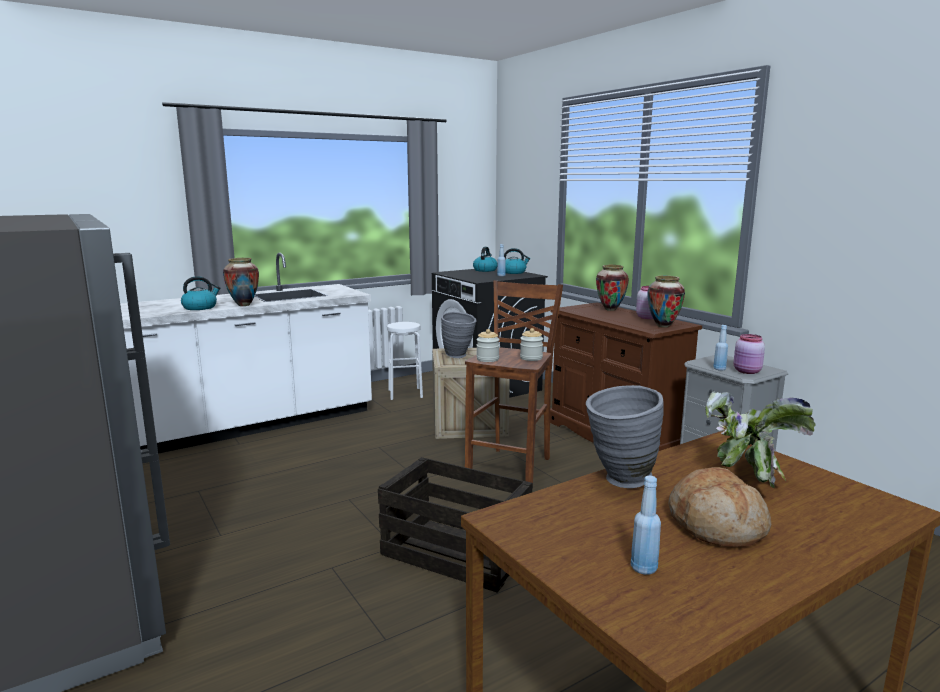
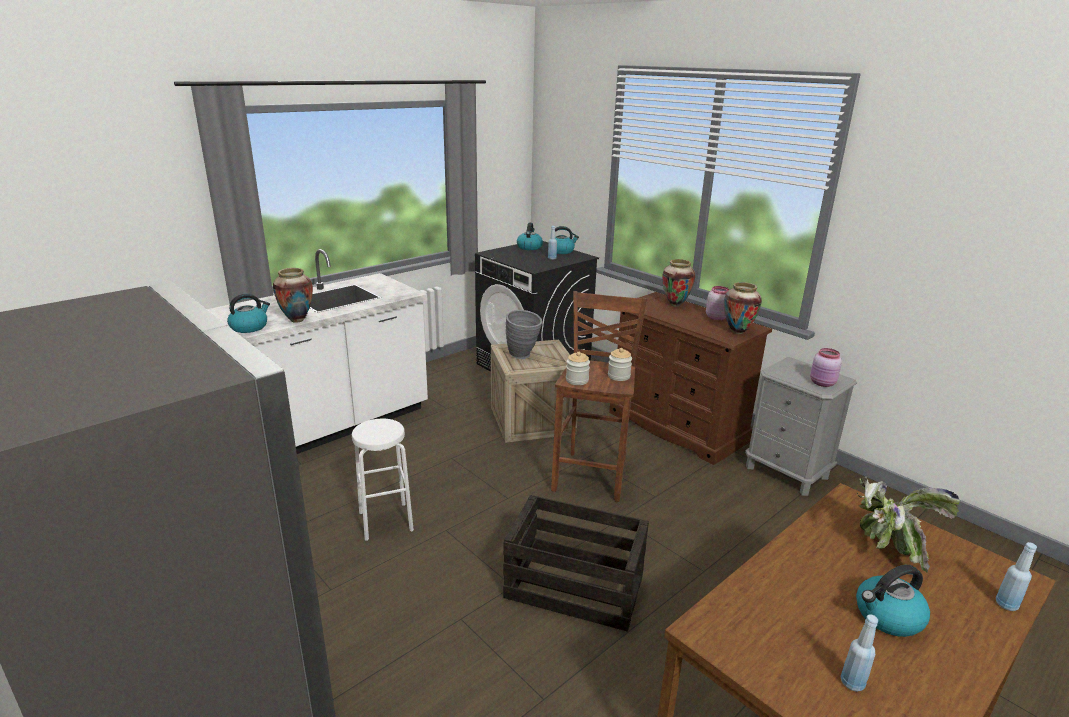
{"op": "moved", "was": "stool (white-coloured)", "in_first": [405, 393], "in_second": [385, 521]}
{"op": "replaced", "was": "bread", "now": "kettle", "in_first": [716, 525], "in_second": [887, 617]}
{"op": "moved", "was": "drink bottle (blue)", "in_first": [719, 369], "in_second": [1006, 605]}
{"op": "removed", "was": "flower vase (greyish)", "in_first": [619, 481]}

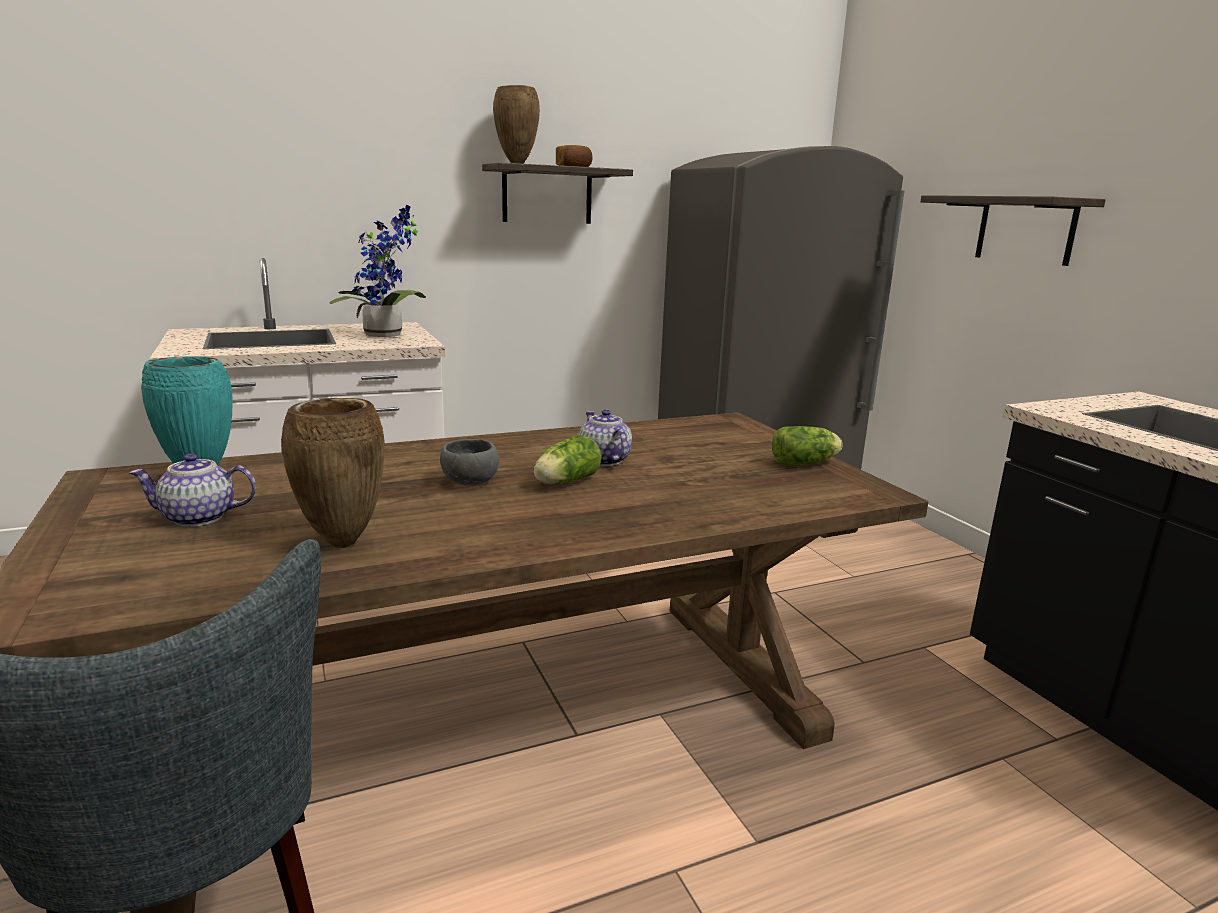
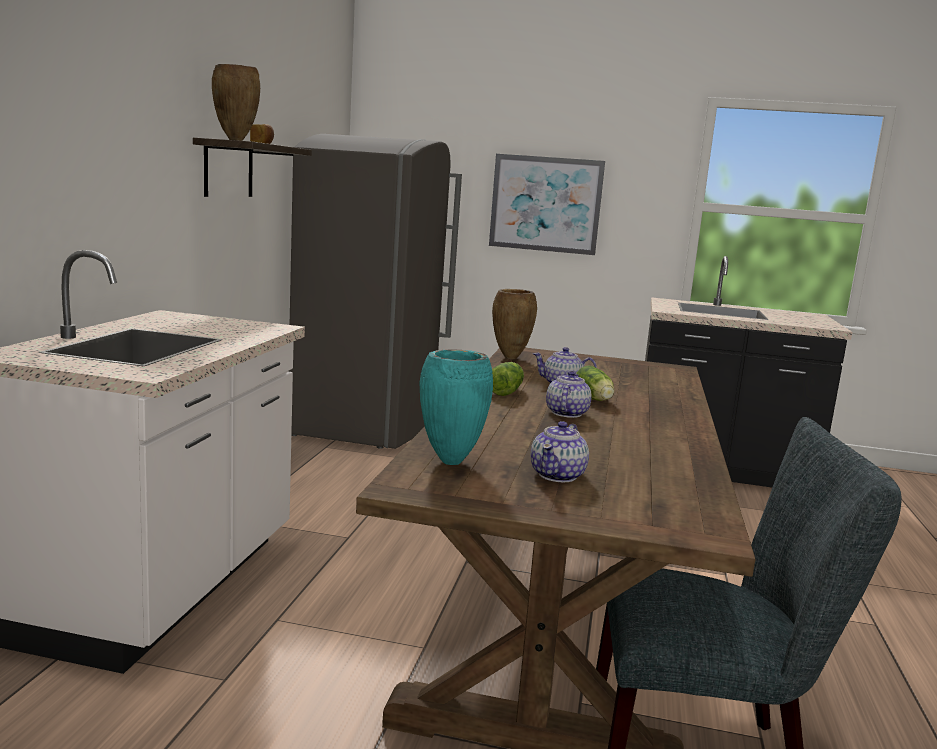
{"op": "replaced", "was": "shelf", "now": "wall art", "in_first": [1025, 230], "in_second": [545, 204]}
{"op": "moved", "was": "flower vase (brown)", "in_first": [341, 542], "in_second": [509, 358]}
{"op": "moved", "was": "lettuce head", "in_first": [806, 463], "in_second": [507, 391]}
{"op": "replaced", "was": "deep dish (greyish)", "now": "teapot", "in_first": [468, 482], "in_second": [566, 413]}
{"op": "removed", "was": "potted plant", "in_first": [387, 335]}

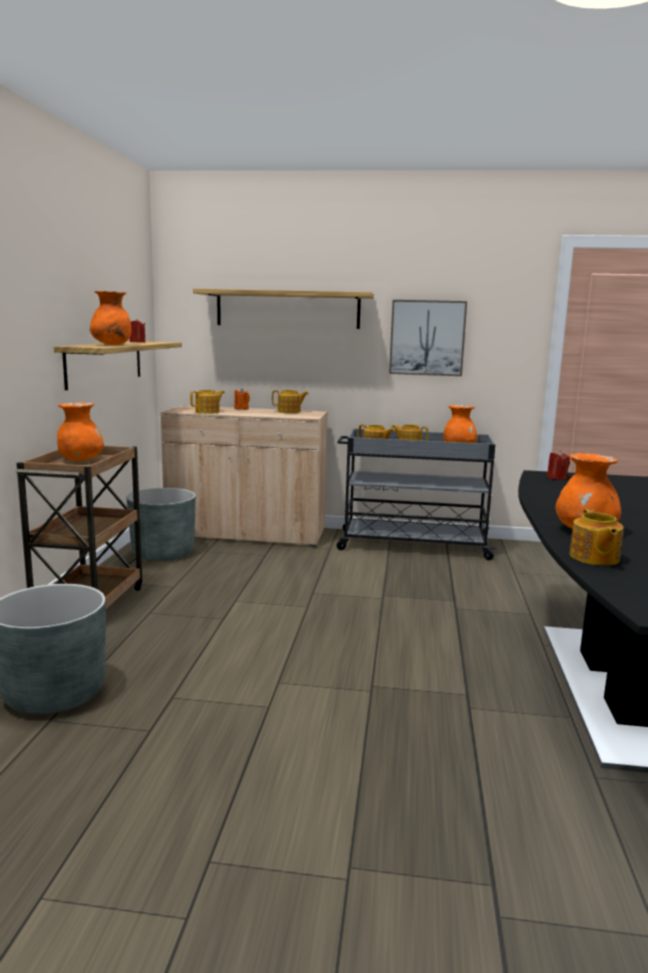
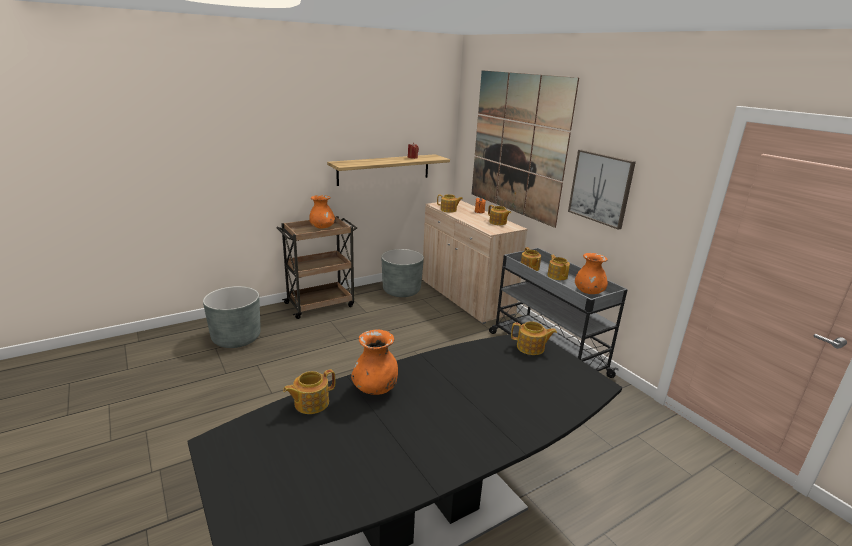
{"op": "replaced", "was": "shelf", "now": "wall art", "in_first": [288, 309], "in_second": [517, 145]}
{"op": "replaced", "was": "wax candle (red-coloured)", "now": "teapot", "in_first": [557, 477], "in_second": [531, 348]}
{"op": "removed", "was": "flower vase (orangey)", "in_first": [112, 345]}

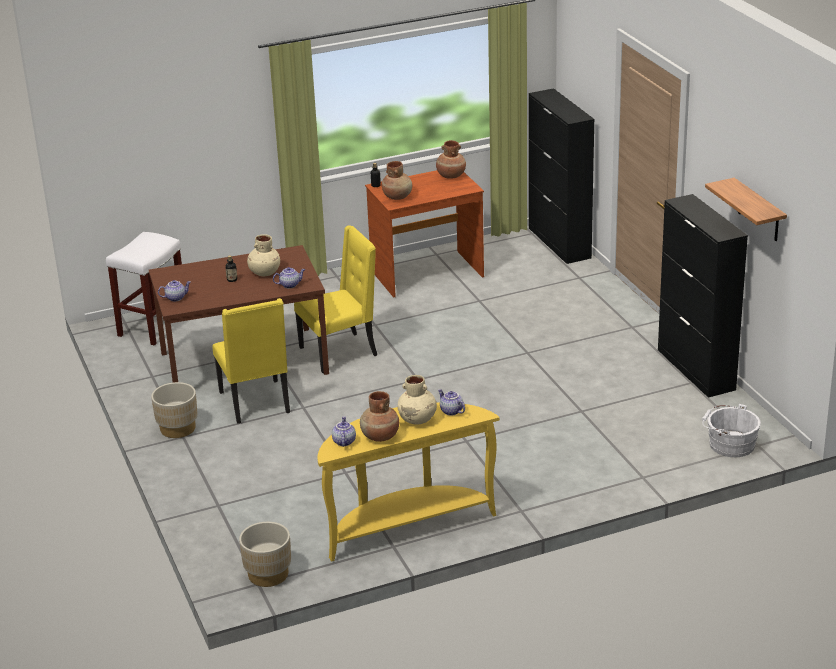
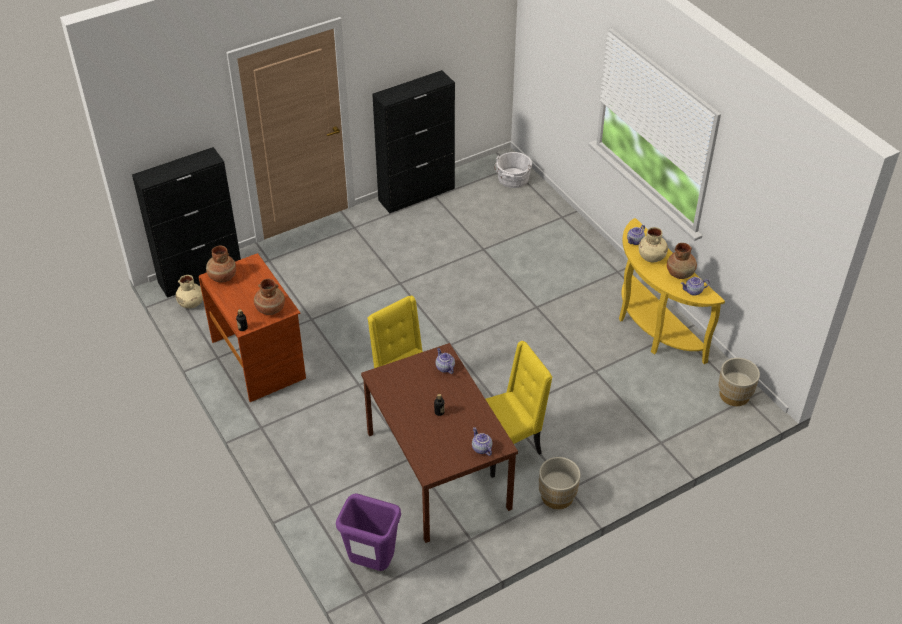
{"op": "moved", "was": "flower vase (beige)", "in_first": [264, 272], "in_second": [191, 303]}
{"op": "replaced", "was": "stool (white-coloured)", "now": "waste bin (purple)", "in_first": [153, 326], "in_second": [371, 563]}
{"op": "removed", "was": "shelf", "in_first": [758, 211]}

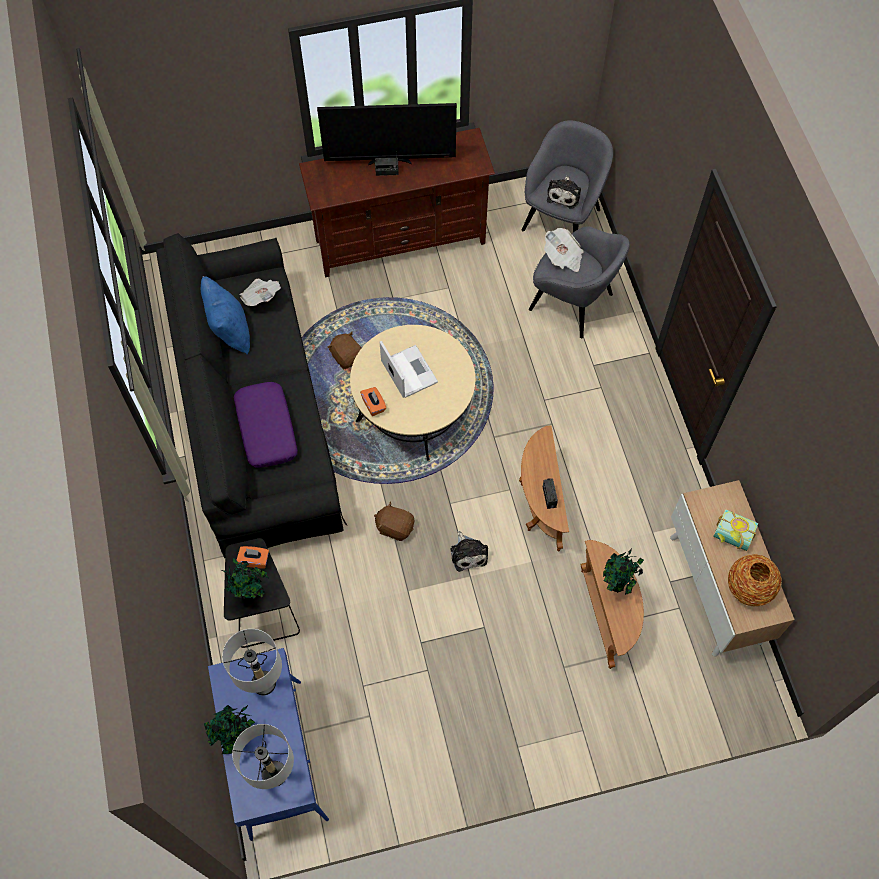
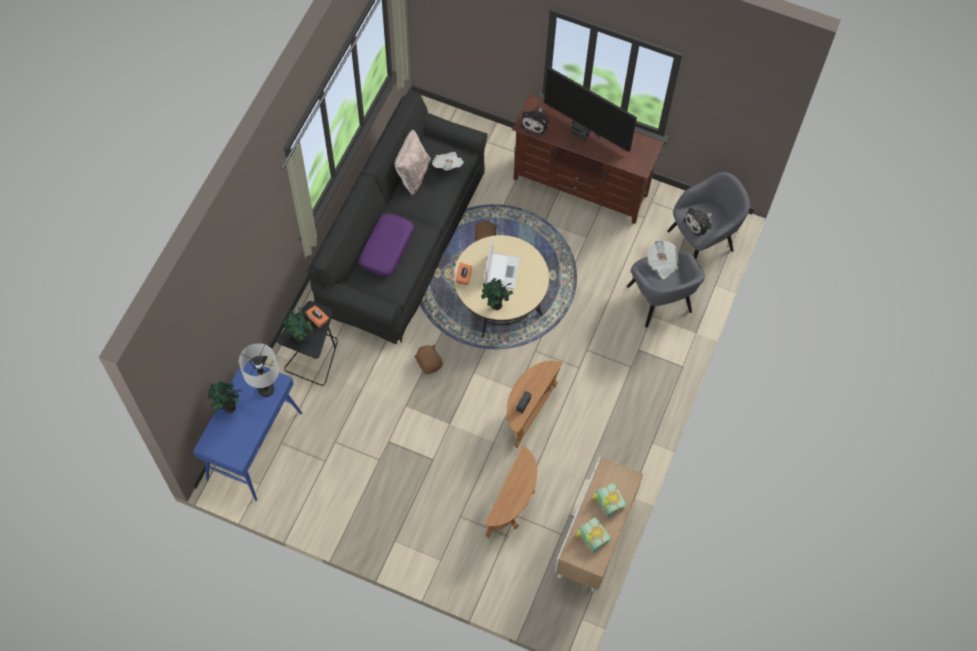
{"op": "recoloured", "was": "pillow (blue)", "now": "pillow (beige)", "in_first": [229, 331], "in_second": [413, 174]}
{"op": "moved", "was": "potted plant", "in_first": [616, 586], "in_second": [496, 306]}
{"op": "moved", "was": "cuddly toy", "in_first": [468, 553], "in_second": [536, 122]}
{"op": "replaced", "was": "flower vase", "now": "bound book", "in_first": [748, 587], "in_second": [590, 539]}
{"op": "removed", "was": "tabletop lamp (greyish)", "in_first": [275, 774]}

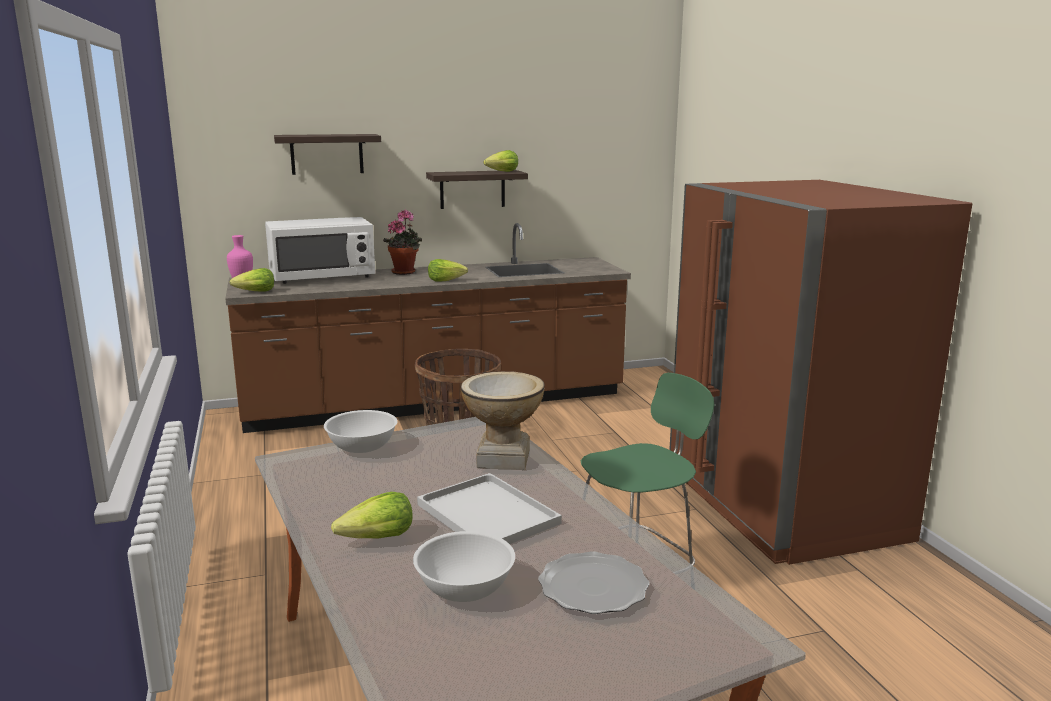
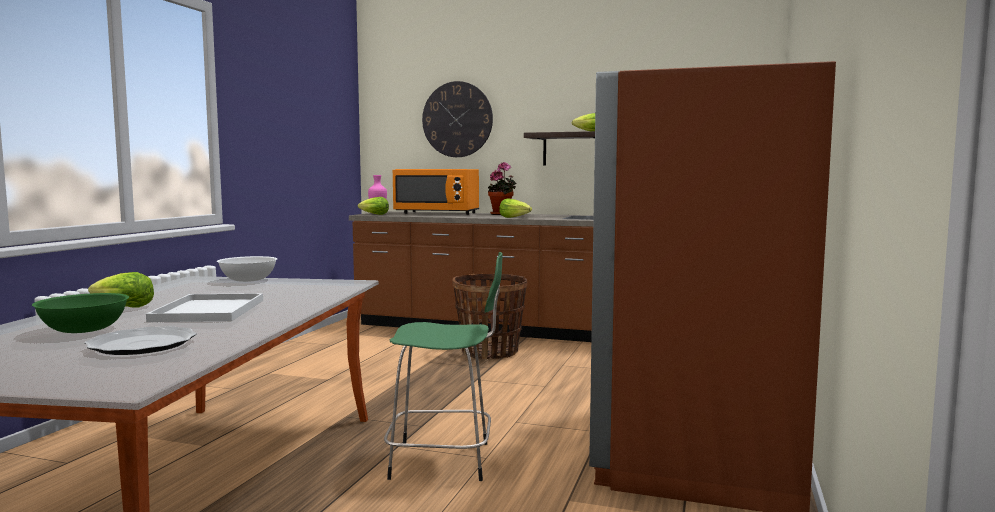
{"op": "recoloured", "was": "deep dish (white-coloured)", "now": "deep dish (green-coloured)", "in_first": [465, 589], "in_second": [84, 330]}
{"op": "recoloured", "was": "microwave oven (white-coloured)", "now": "microwave oven (orangey)", "in_first": [323, 278], "in_second": [437, 213]}
{"op": "replaced", "was": "shelf", "now": "clock on the wall", "in_first": [327, 154], "in_second": [457, 119]}
{"op": "removed", "was": "flower vase", "in_first": [503, 459]}

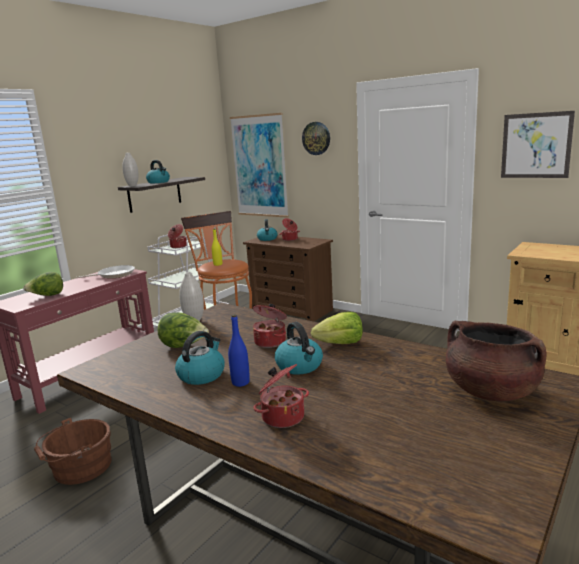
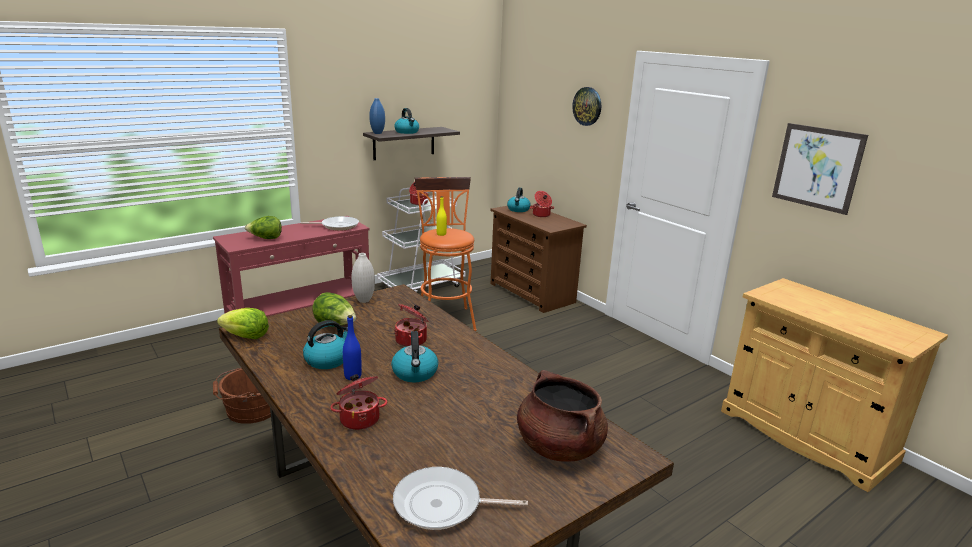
{"op": "moved", "was": "lettuce head", "in_first": [340, 343], "in_second": [246, 336]}
{"op": "recoloured", "was": "flower vase (white-coloured)", "now": "flower vase (blue)", "in_first": [132, 185], "in_second": [377, 133]}
{"op": "added", "now": "pan", "in_second": [442, 505]}
{"op": "removed", "was": "wall art", "in_first": [259, 166]}

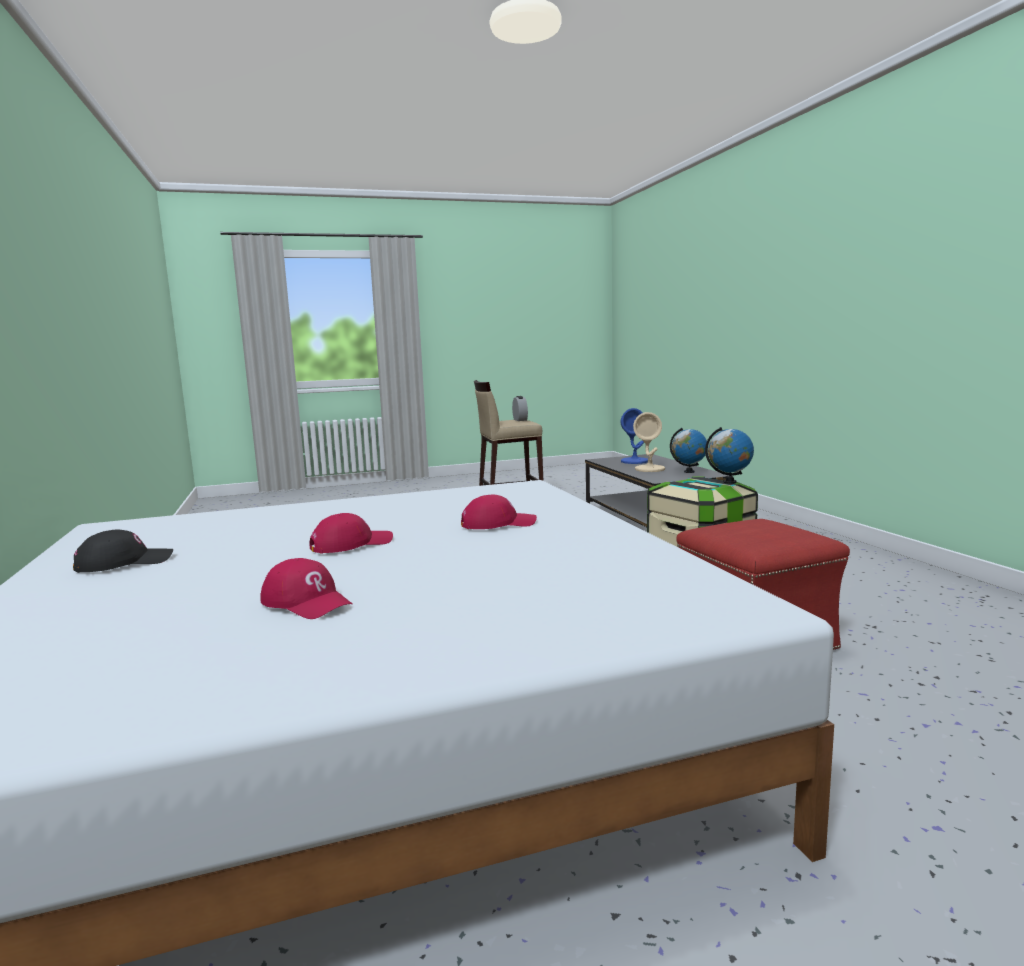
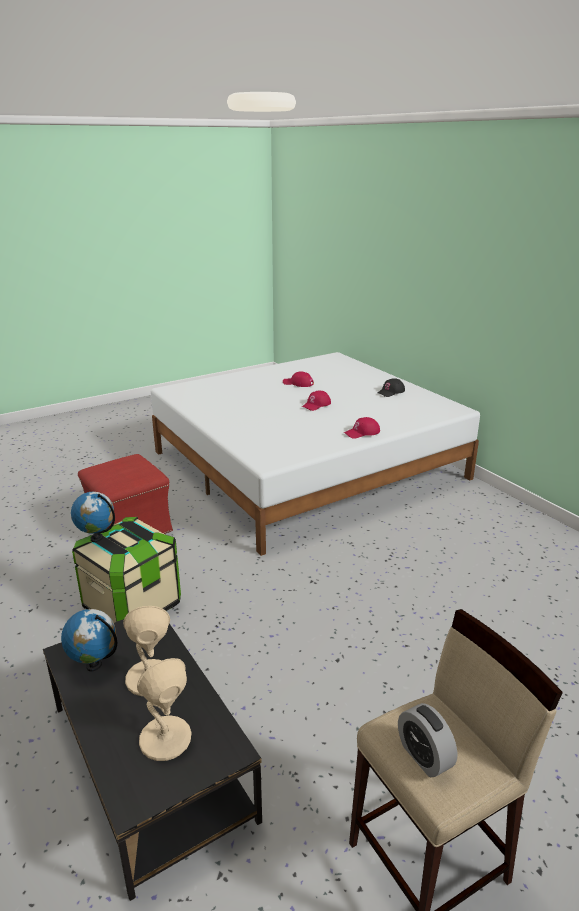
{"op": "recoloured", "was": "tabletop lamp (blue)", "now": "tabletop lamp (beige)", "in_first": [634, 461], "in_second": [165, 739]}
{"op": "moved", "was": "cap (red-coloured)", "in_first": [498, 524], "in_second": [362, 432]}

